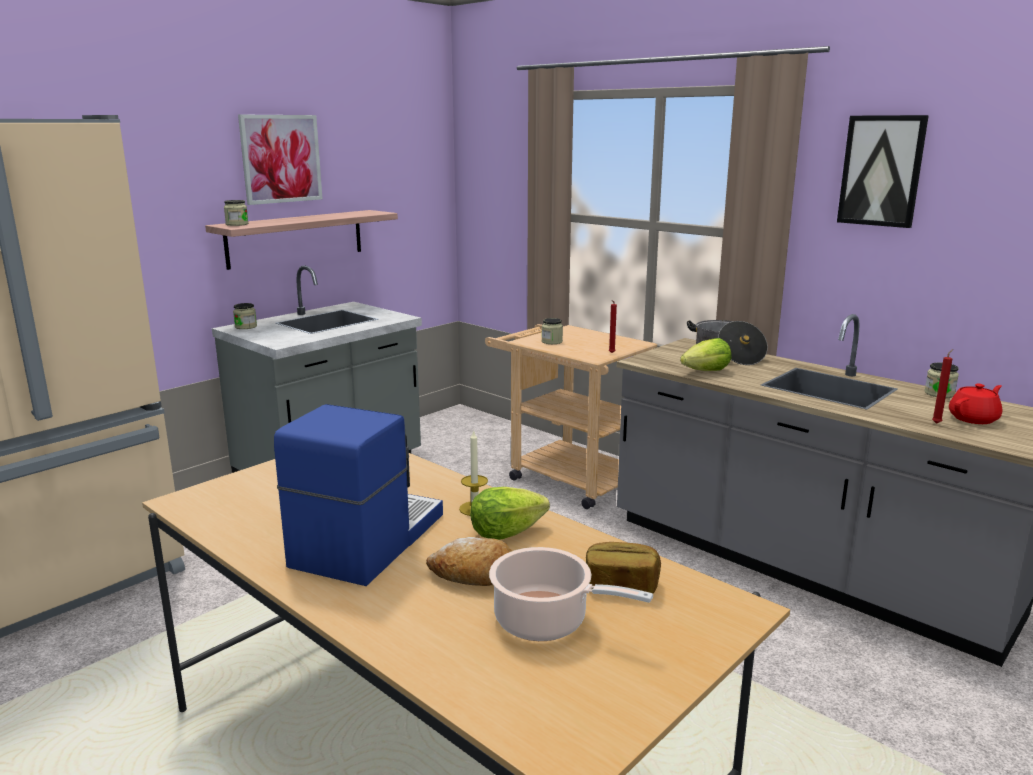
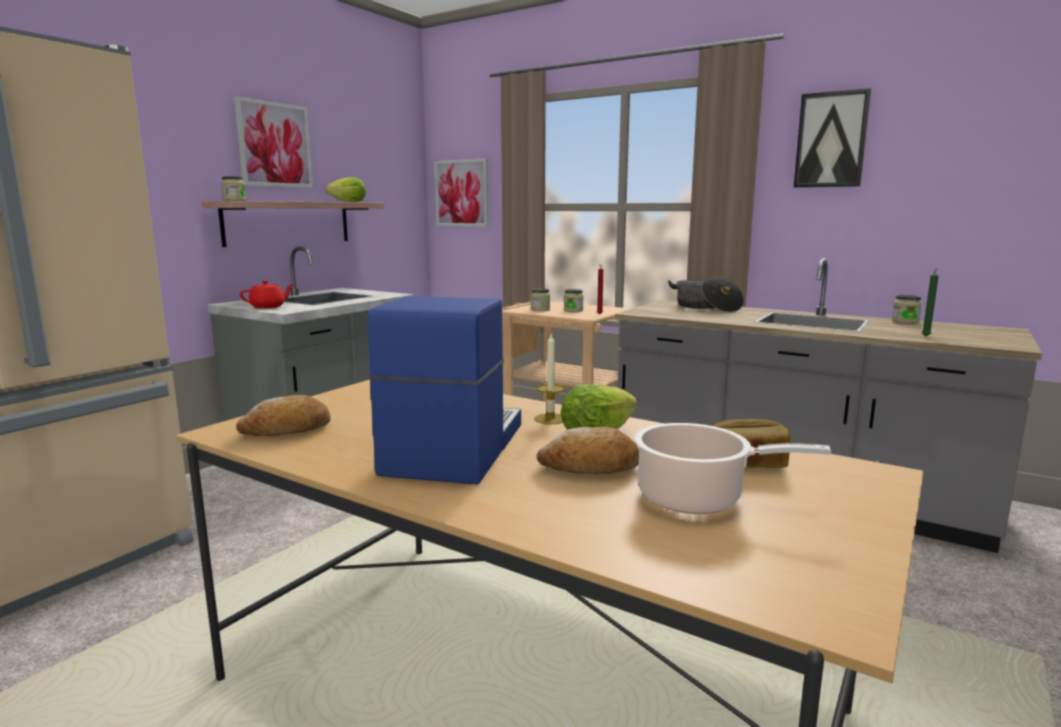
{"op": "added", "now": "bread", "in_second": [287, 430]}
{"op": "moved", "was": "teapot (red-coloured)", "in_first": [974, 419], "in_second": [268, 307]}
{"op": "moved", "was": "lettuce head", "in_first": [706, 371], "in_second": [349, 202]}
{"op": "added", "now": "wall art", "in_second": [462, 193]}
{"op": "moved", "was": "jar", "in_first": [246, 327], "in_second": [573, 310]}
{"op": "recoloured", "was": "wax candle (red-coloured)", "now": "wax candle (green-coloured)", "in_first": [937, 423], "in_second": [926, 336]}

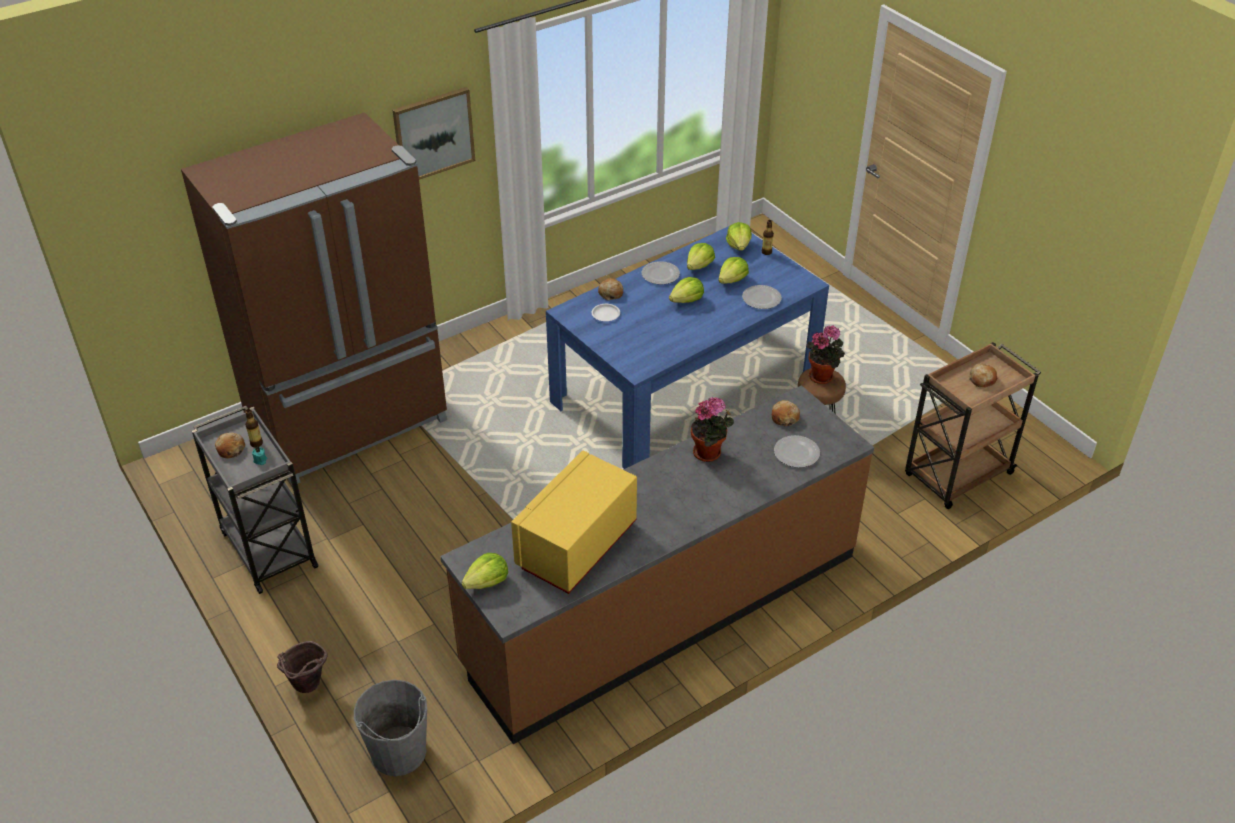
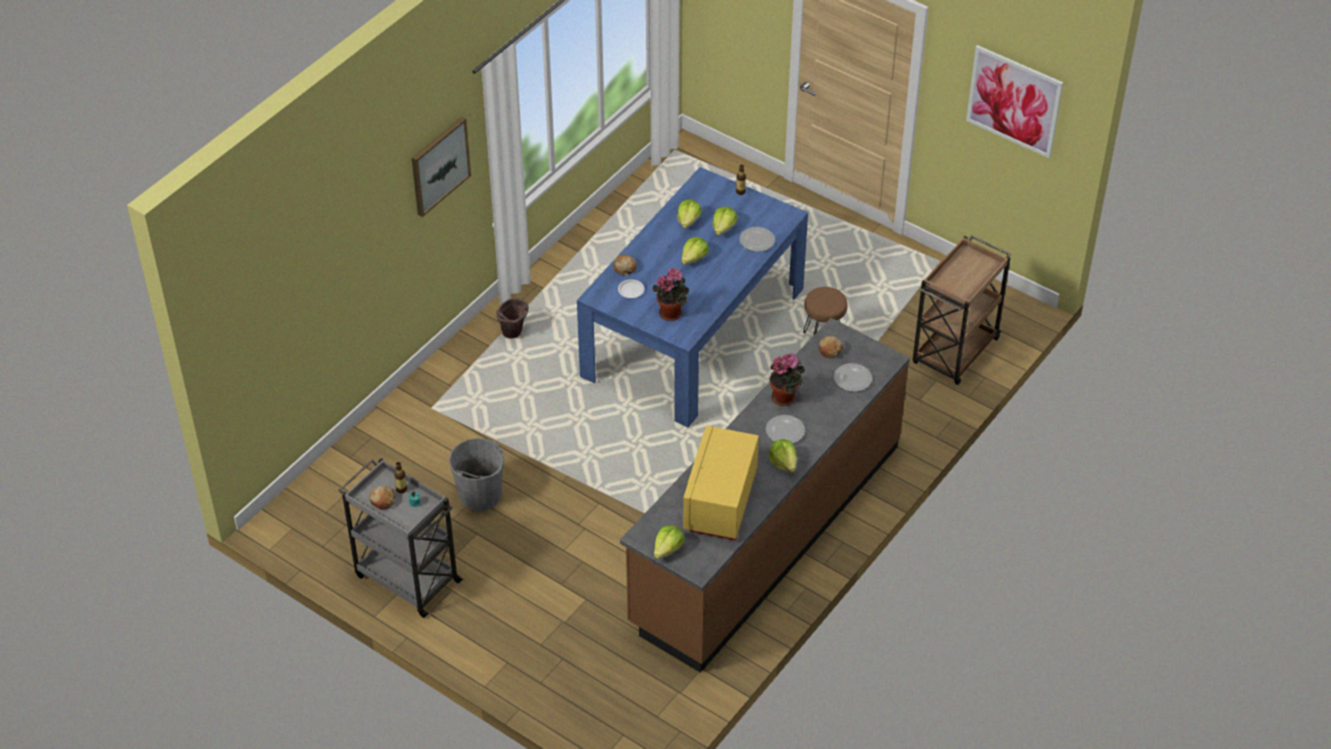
{"op": "moved", "was": "water bucket (greyish)", "in_first": [398, 752], "in_second": [480, 495]}
{"op": "moved", "was": "water bucket (brown)", "in_first": [308, 687], "in_second": [514, 335]}
{"op": "moved", "was": "potted plant", "in_first": [823, 376], "in_second": [672, 312]}
{"op": "moved", "was": "flat dish", "in_first": [661, 275], "in_second": [785, 431]}
{"op": "moved", "was": "lettuce head", "in_first": [739, 245], "in_second": [784, 462]}
{"op": "added", "now": "wall art", "in_second": [1014, 101]}
{"op": "removed", "was": "refrigerator (brown)", "in_first": [350, 423]}
{"op": "removed", "was": "bread", "in_first": [982, 379]}

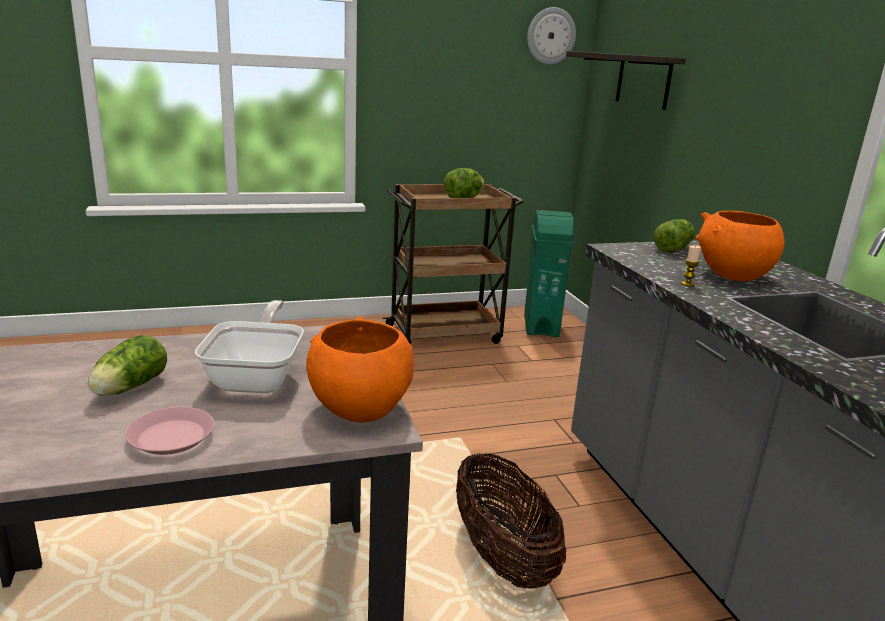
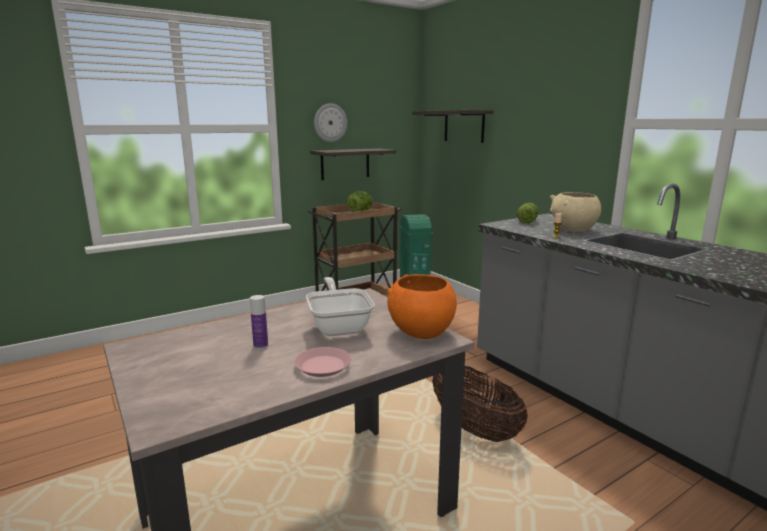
{"op": "replaced", "was": "lettuce head", "now": "drink bottle", "in_first": [127, 388], "in_second": [260, 346]}
{"op": "added", "now": "shelf", "in_second": [345, 164]}
{"op": "moved", "was": "clock on the wall", "in_first": [550, 36], "in_second": [330, 122]}
{"op": "recoloured", "was": "deep dish (orangey)", "now": "deep dish (beige)", "in_first": [732, 276], "in_second": [573, 230]}

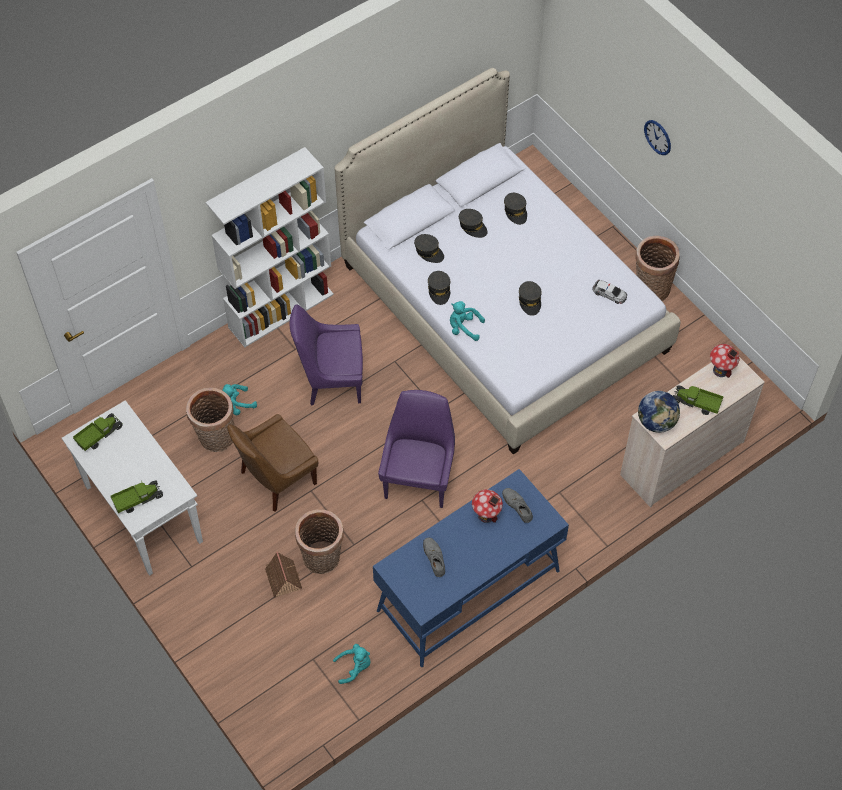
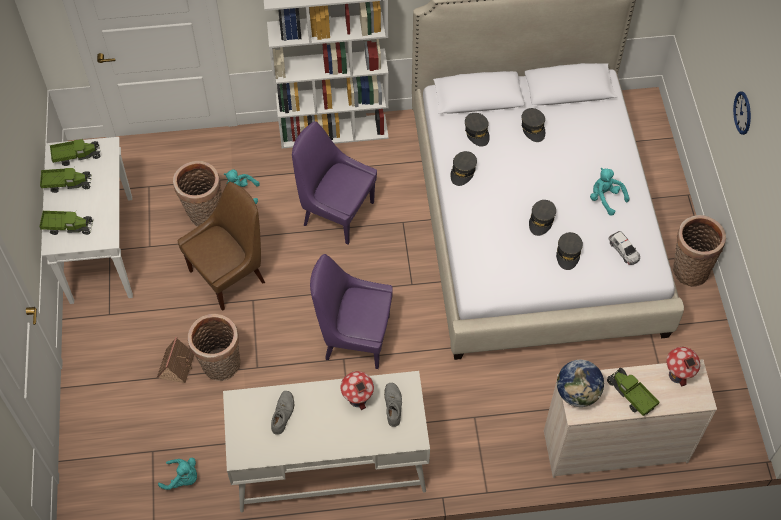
{"op": "added", "now": "model truck", "in_second": [67, 184]}
{"op": "turned", "was": "plain chair (brown)", "in_first": [276, 479], "in_second": [230, 275], "clockwise": 150}
{"op": "recoloured", "was": "desk (blue)", "now": "desk (white-coloured)", "in_first": [468, 590], "in_second": [329, 464]}
{"op": "turned", "was": "plain chair (purple)", "in_first": [419, 478], "in_second": [354, 337], "clockwise": -120}
{"op": "moved", "was": "cap (greyish)", "in_first": [515, 211], "in_second": [568, 254]}
{"op": "moved", "was": "cuddly toy (blue-green)", "in_first": [463, 328], "in_second": [605, 198]}

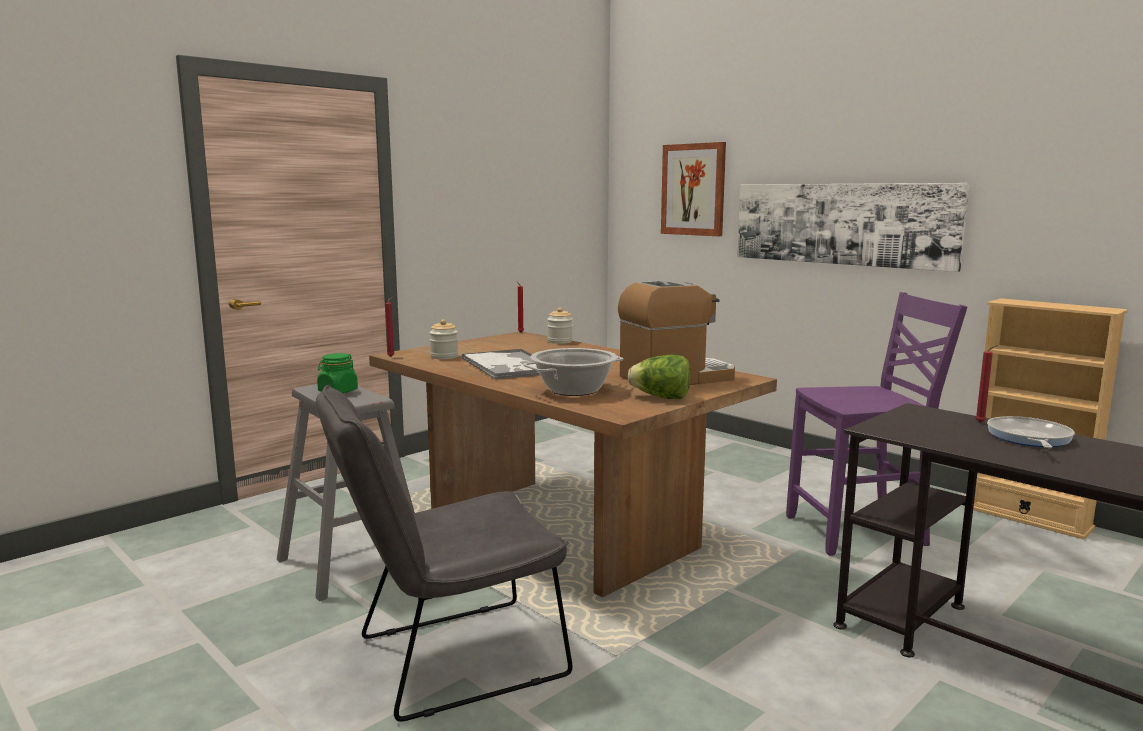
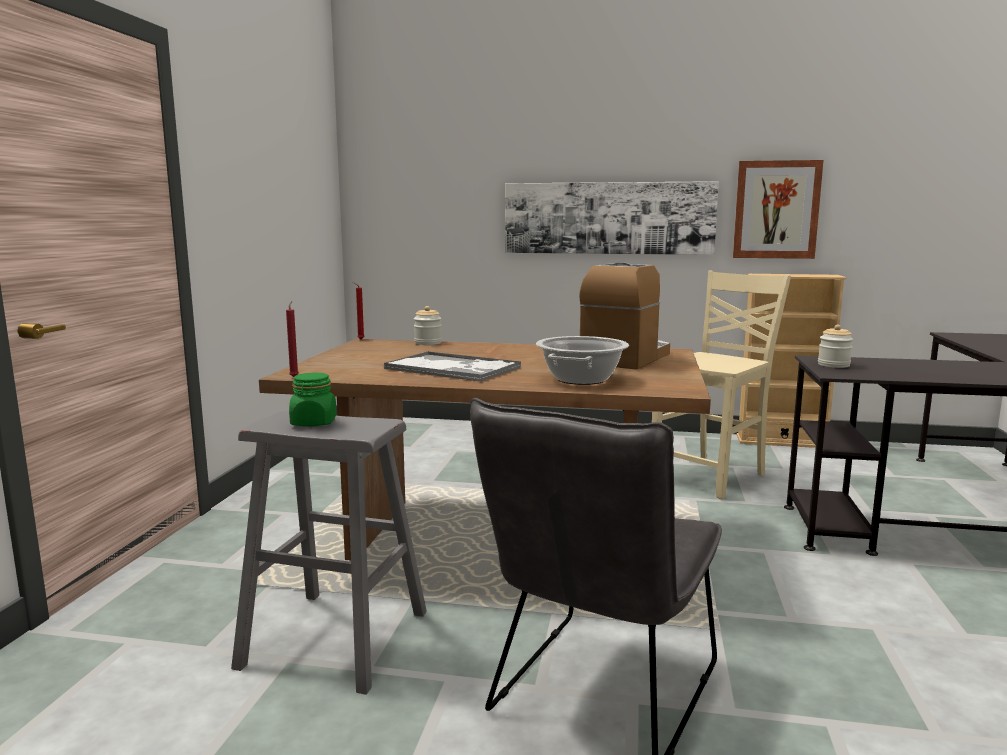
{"op": "recoloured", "was": "plain chair (purple)", "now": "plain chair (beige)", "in_first": [859, 532], "in_second": [711, 477]}
{"op": "moved", "was": "wall art", "in_first": [693, 189], "in_second": [776, 210]}
{"op": "moved", "was": "jar", "in_first": [444, 357], "in_second": [833, 365]}
{"op": "removed", "was": "lettuce head", "in_first": [661, 397]}
{"op": "removed", "was": "wax candle (red-coloured)", "in_first": [981, 422]}
{"op": "removed", "was": "pan", "in_first": [1029, 438]}

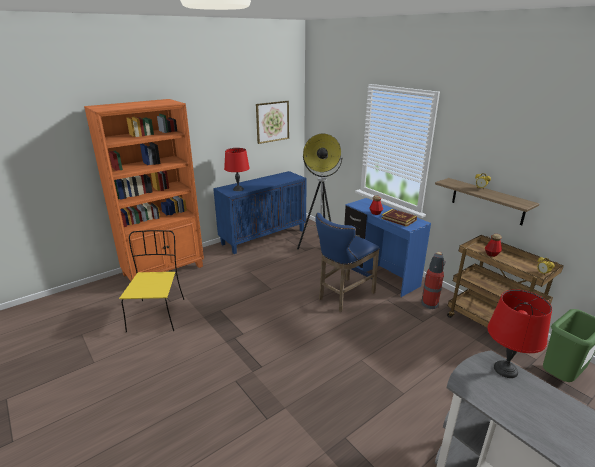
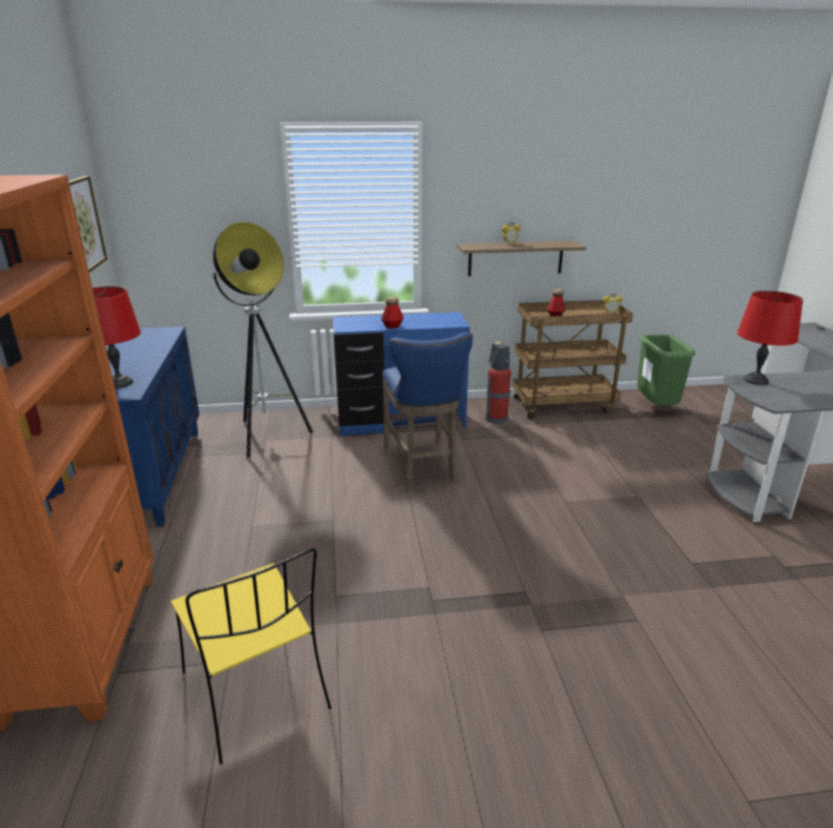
{"op": "turned", "was": "plain chair (yellow-coloured)", "in_first": [157, 314], "in_second": [257, 693], "clockwise": -150}
{"op": "removed", "was": "bound book", "in_first": [398, 219]}

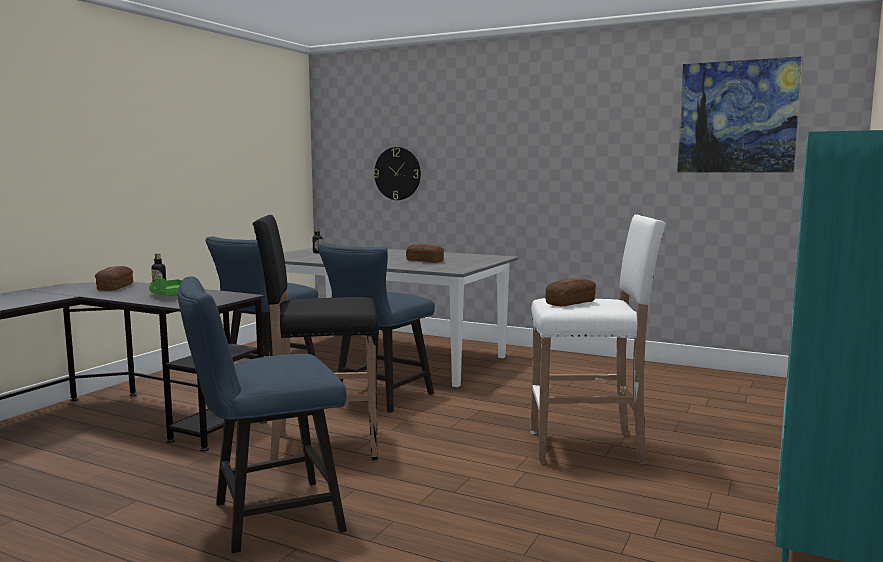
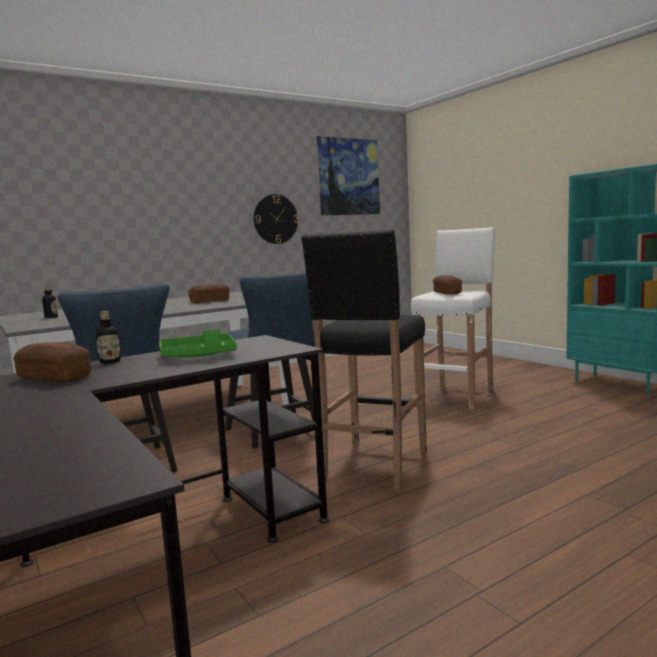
{"op": "moved", "was": "clock on the wall", "in_first": [397, 173], "in_second": [275, 219]}
{"op": "removed", "was": "plain chair (blue)", "in_first": [266, 518]}

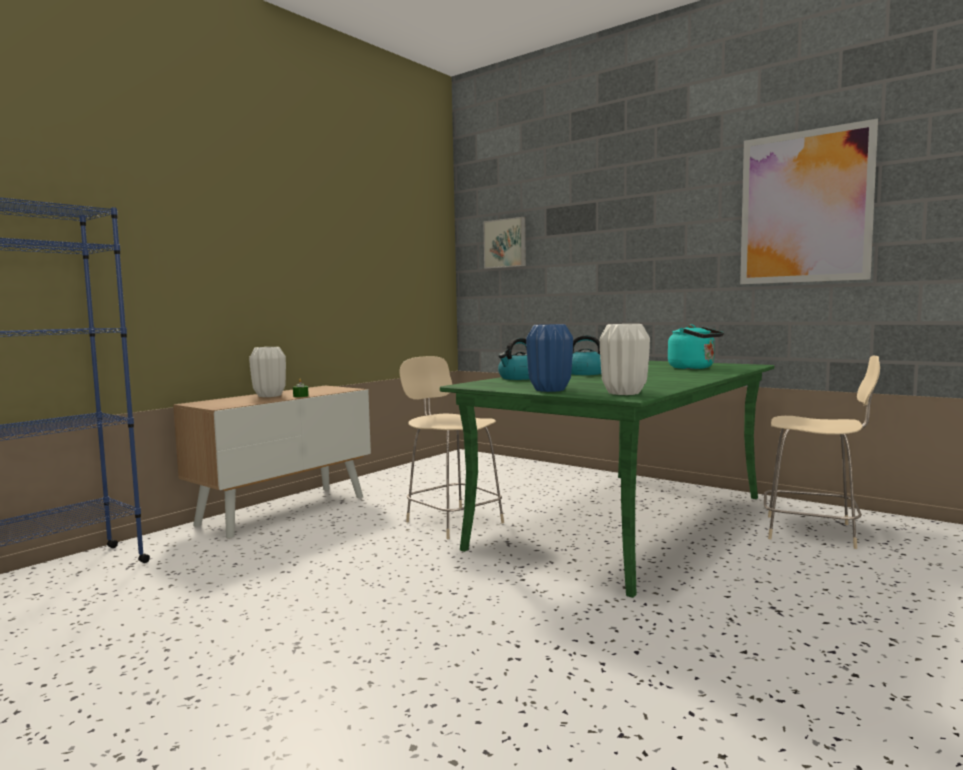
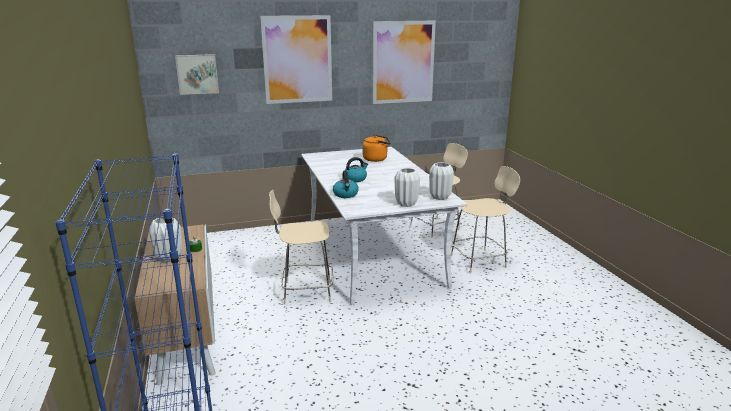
{"op": "added", "now": "wall art", "in_second": [297, 59]}
{"op": "recoloured", "was": "kitchen table (green-coloured)", "now": "kitchen table (white-coloured)", "in_first": [625, 522], "in_second": [373, 252]}
{"op": "recoloured", "was": "kettle (blue-green)", "now": "kettle (orangey)", "in_first": [694, 368], "in_second": [376, 159]}
{"op": "recoloured", "was": "flower vase (blue)", "now": "flower vase (white-coloured)", "in_first": [550, 390], "in_second": [406, 204]}
{"op": "added", "now": "plain chair (beige)", "in_second": [480, 261]}

